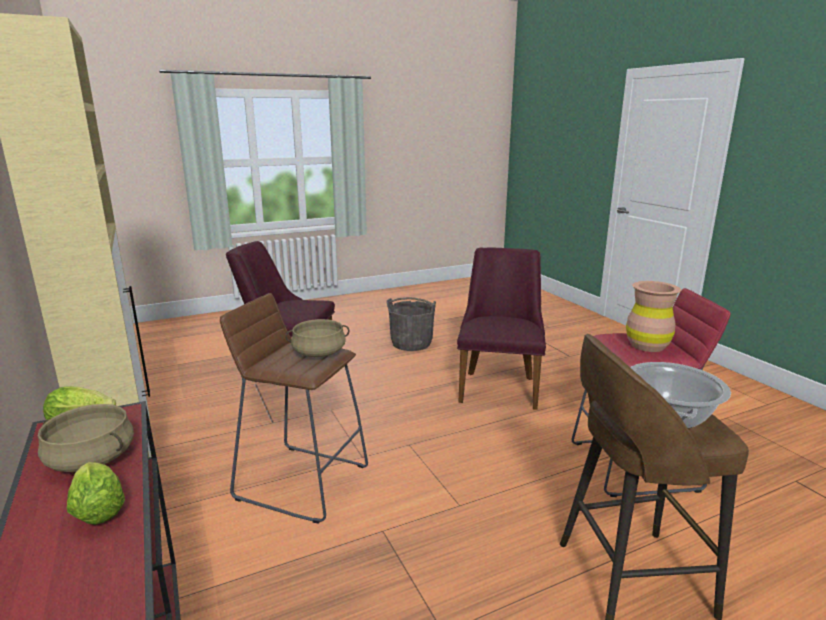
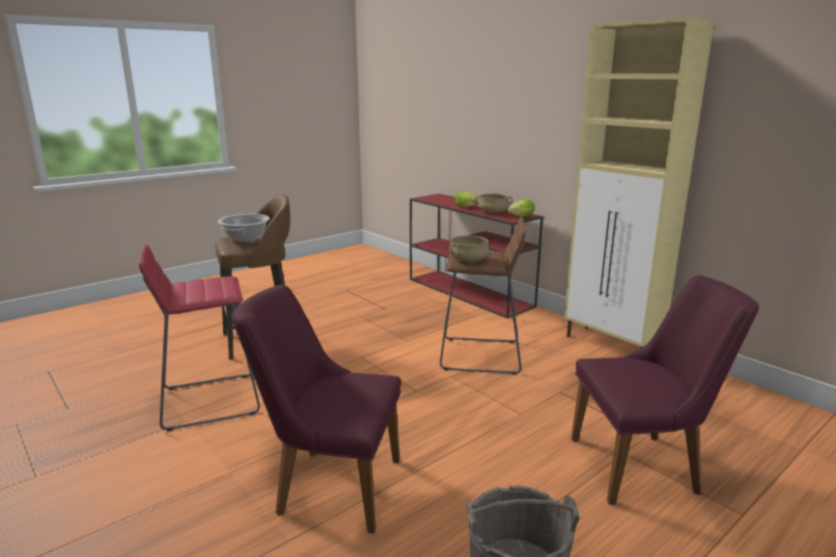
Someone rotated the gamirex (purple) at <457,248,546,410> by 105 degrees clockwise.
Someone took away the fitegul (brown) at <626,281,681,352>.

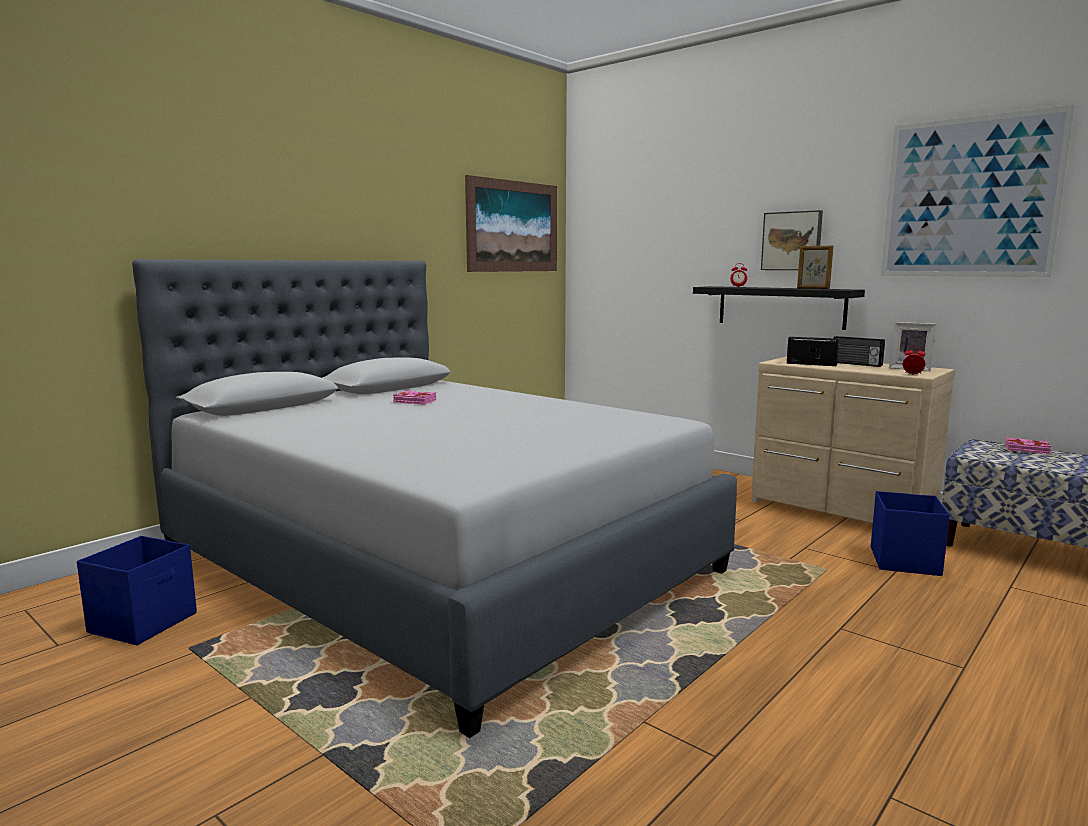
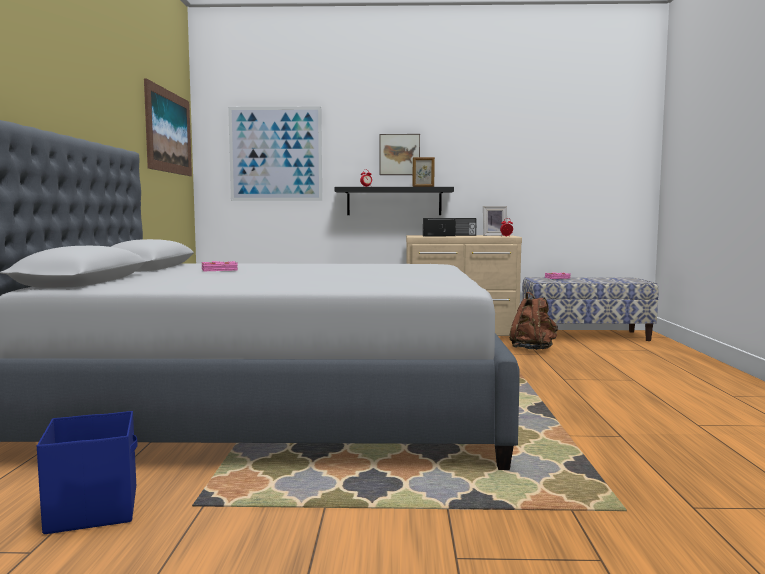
Someone swapped the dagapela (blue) at <871,491,950,576> for the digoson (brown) at <509,292,558,350>.
Someone carried the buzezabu from <881,105,1075,277> to <228,107,322,201>.

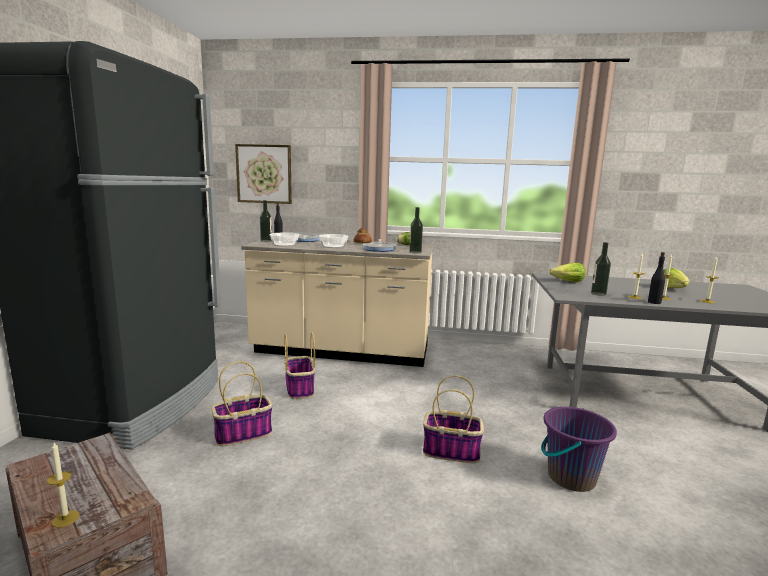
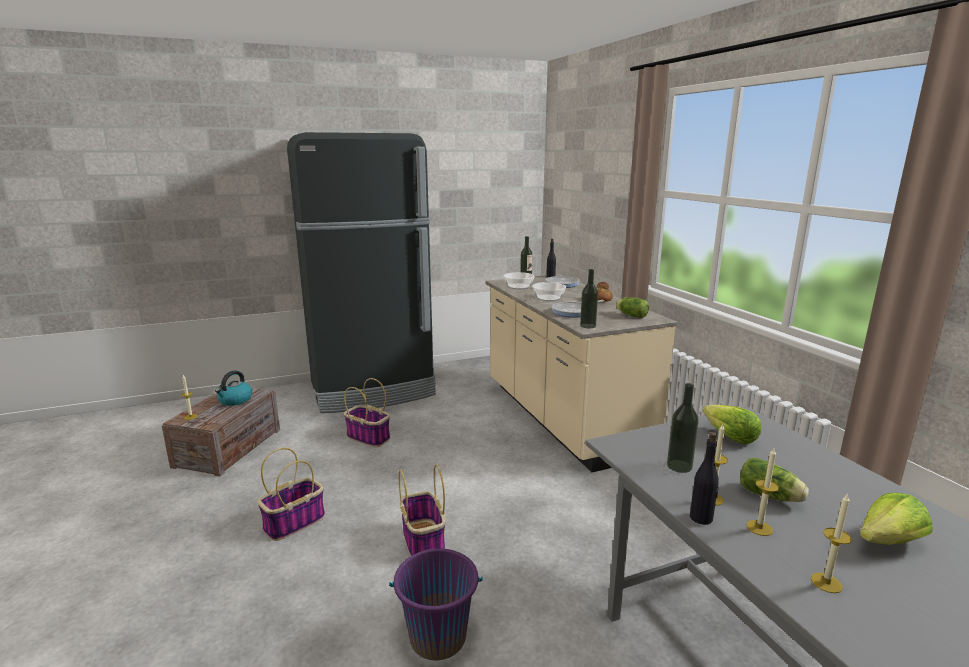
Someone took away the buzezabu at <235,144,292,204>.
Someone carried the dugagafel from <284,332,315,399> to <257,448,325,541>.
Someone put down the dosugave at <215,371,252,406>.
Someone put down the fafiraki at <740,458,809,502>.

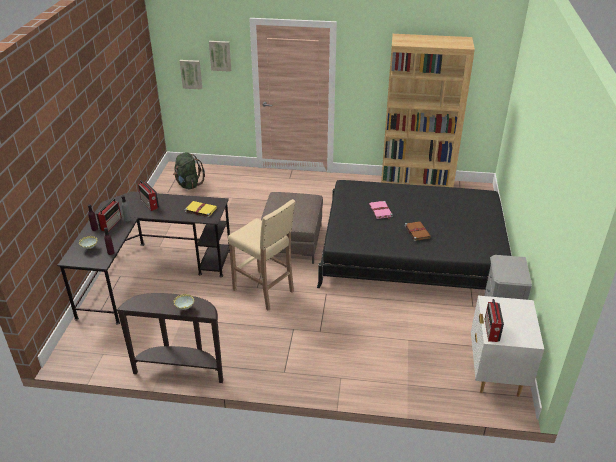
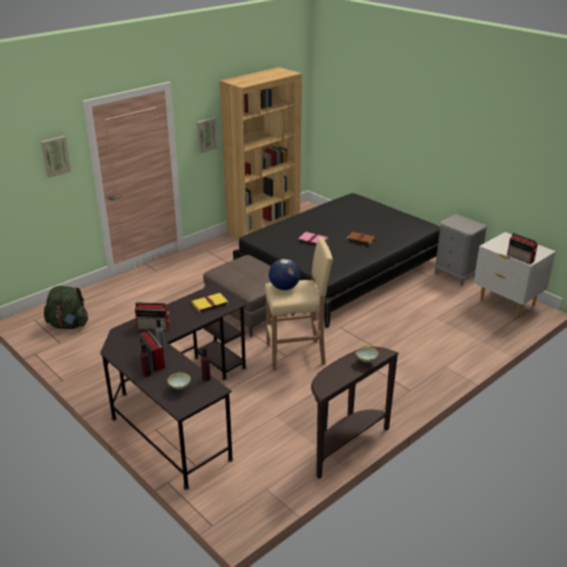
Someone carried the buzezabu from <180,60,202,90> to <197,117,217,153>.
Someone put down the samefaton at <269,258,300,290>.

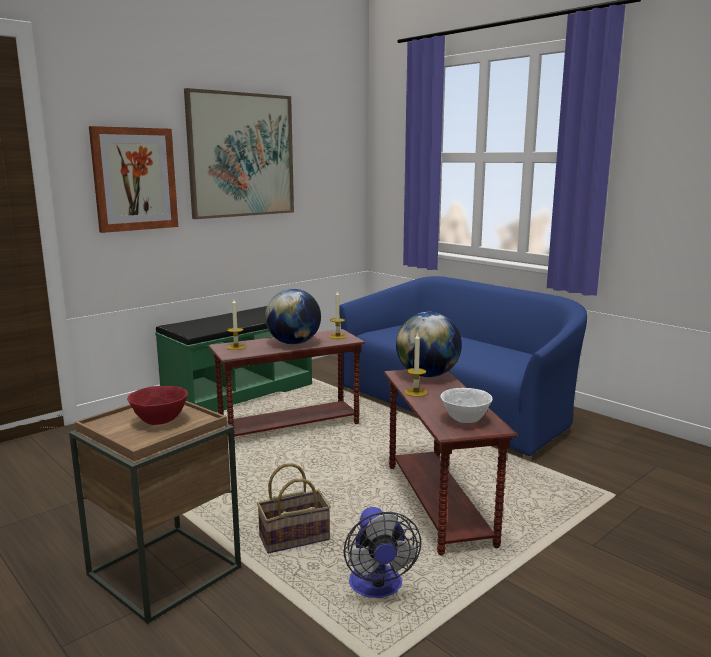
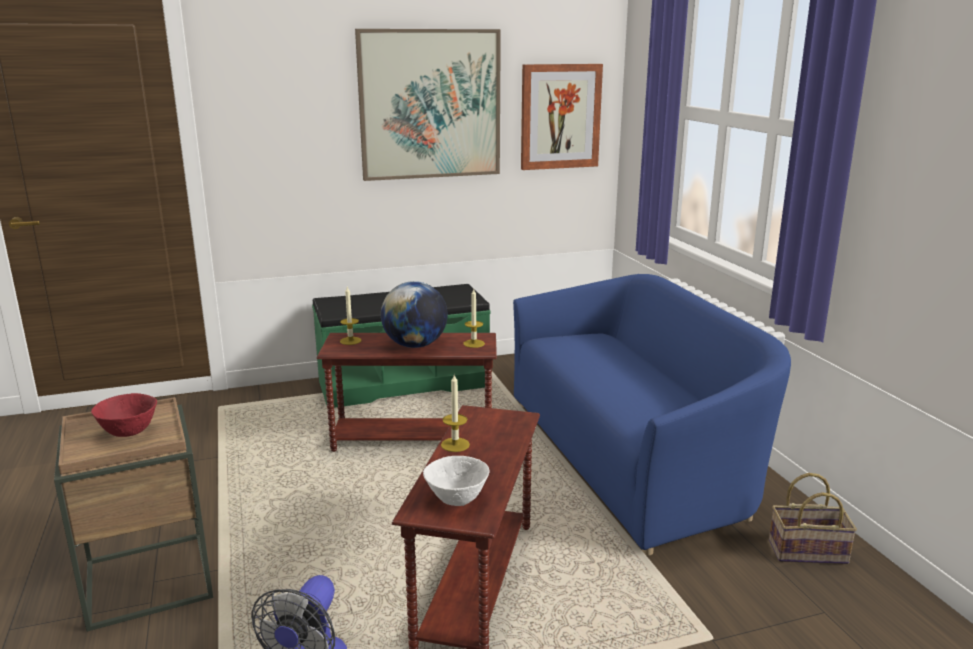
Someone carried the buzezabu from <89,126,178,233> to <521,64,603,170>.
Someone carried the dugagafel from <257,463,331,553> to <769,473,857,564>.
Someone took away the samefaton at <396,312,462,377>.

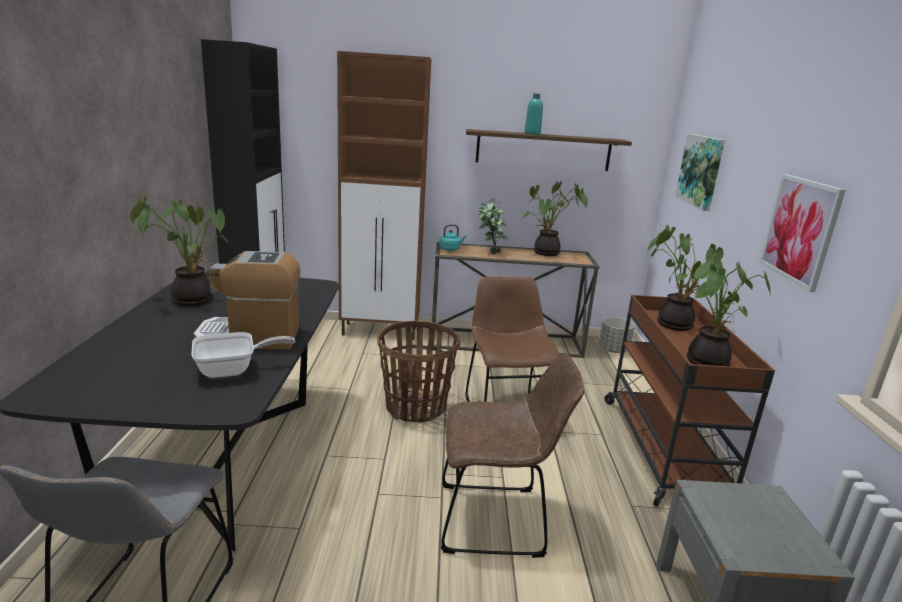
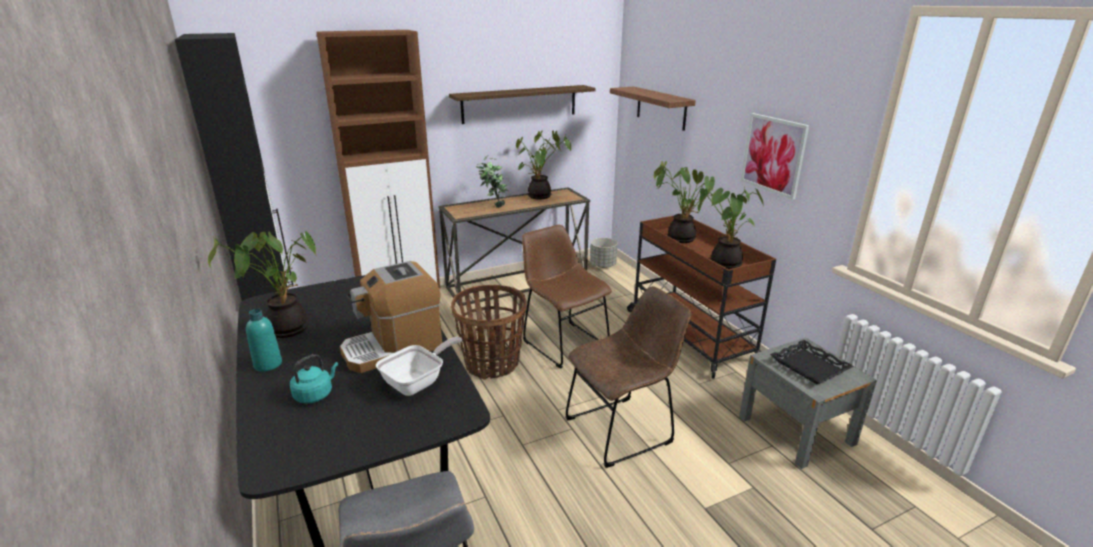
Someone carried the dosugave (turquoise) from <439,224,466,251> to <290,354,338,404>.
Someone carried the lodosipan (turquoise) from <524,93,543,135> to <246,309,282,372>.
Someone swapped the buzezabu at <675,134,725,211> for the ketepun at <610,87,696,131>.
Someone put down the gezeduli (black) at <770,340,854,384>.

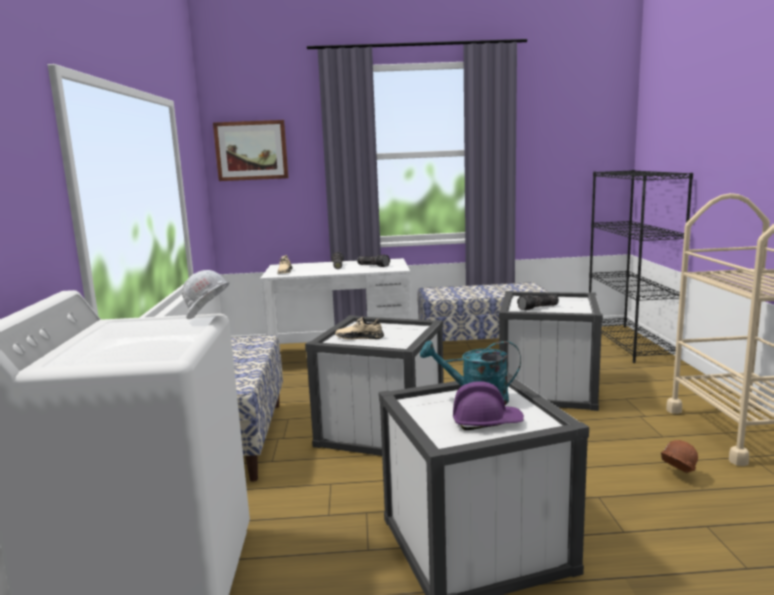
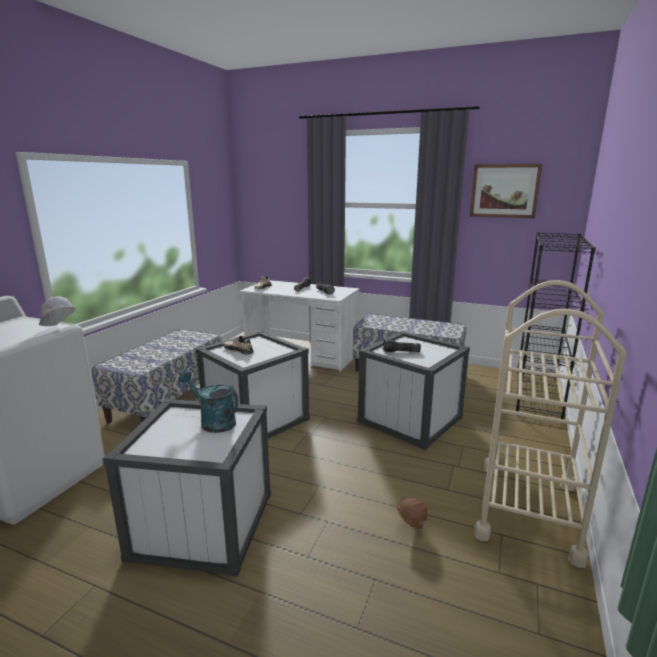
Someone carried the buzezabu from <213,120,288,181> to <470,164,542,218>.
Someone took away the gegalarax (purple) at <453,381,524,430>.

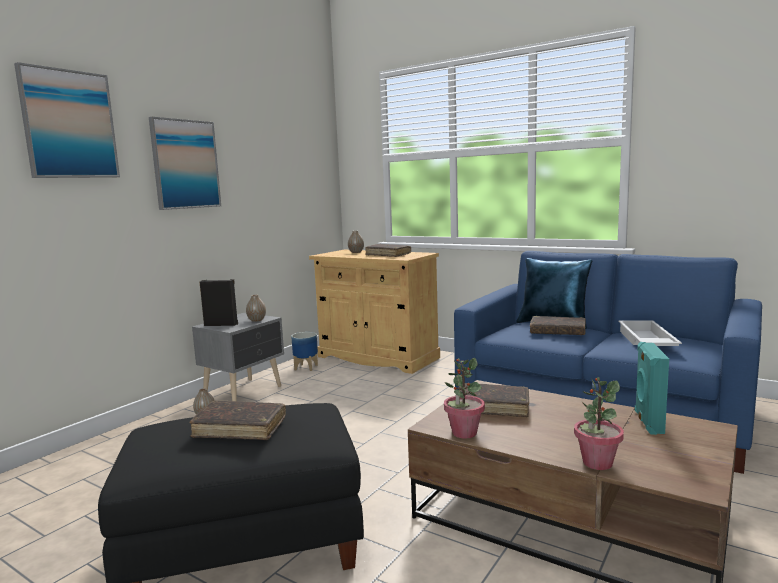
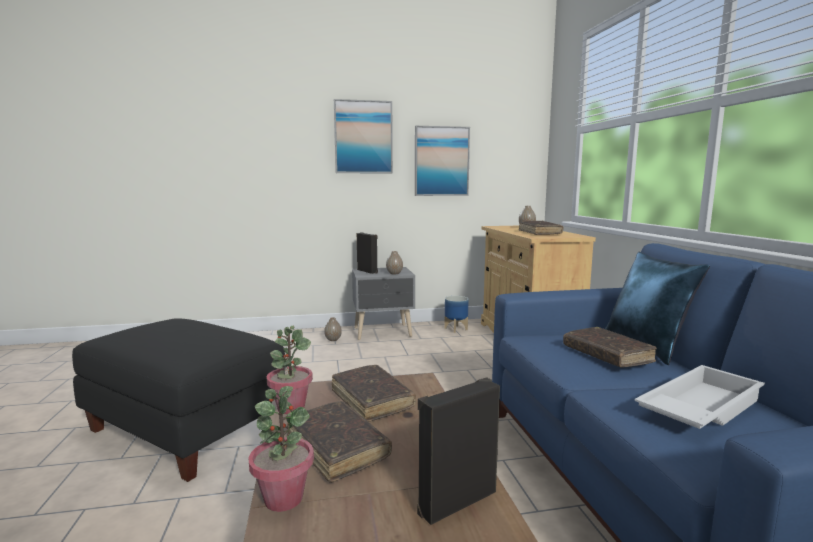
Someone carried the buzezabu from <14,62,120,178> to <415,126,470,196>.
Someone carried the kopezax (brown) from <190,401,286,440> to <287,401,392,483>.
Someone repainted the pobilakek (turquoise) at <635,342,669,435>, which became the pobilakek (black) at <417,377,500,525>.

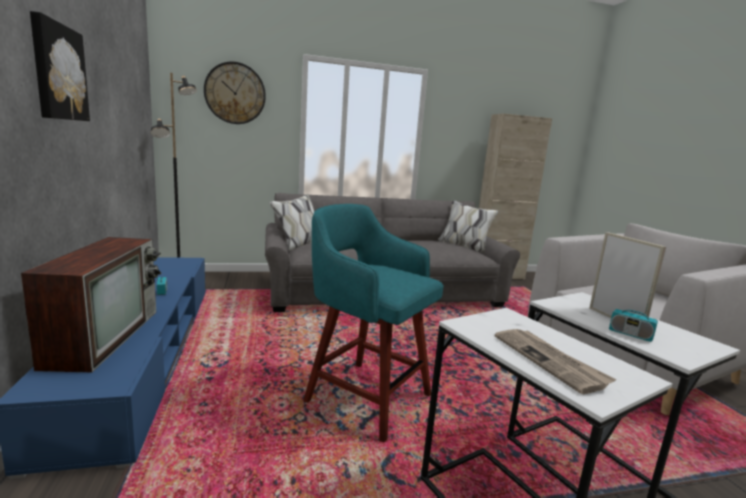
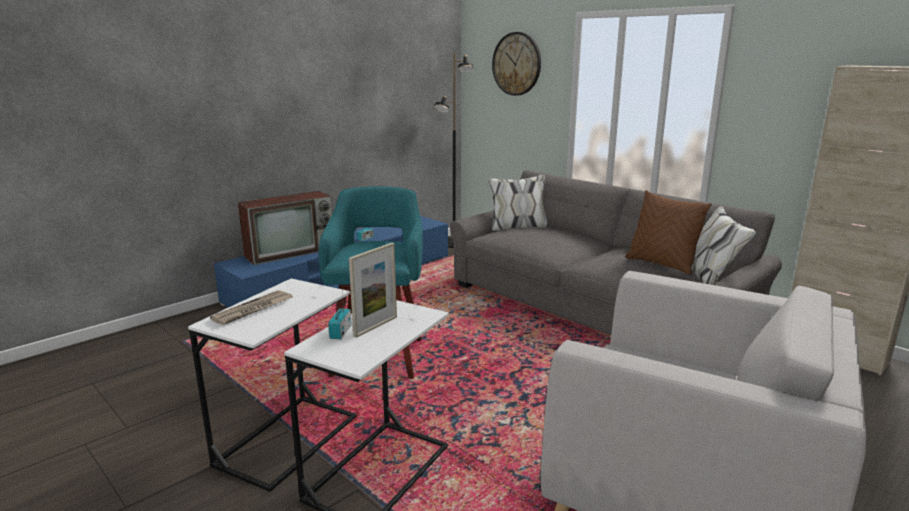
Someone took away the buzezabu at <30,11,90,121>.
Someone put down the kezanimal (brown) at <625,190,712,274>.

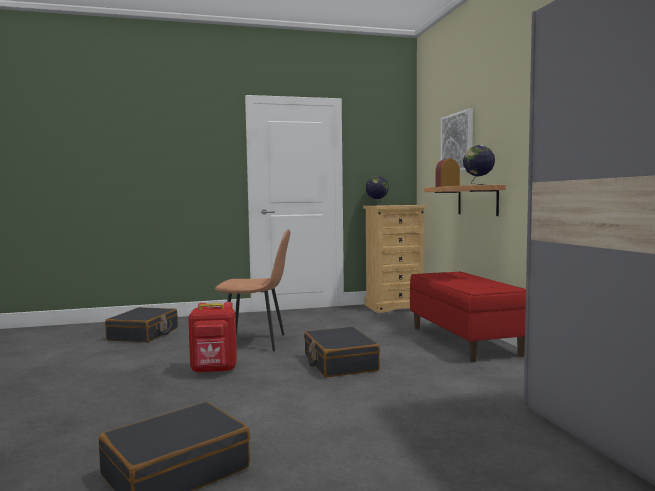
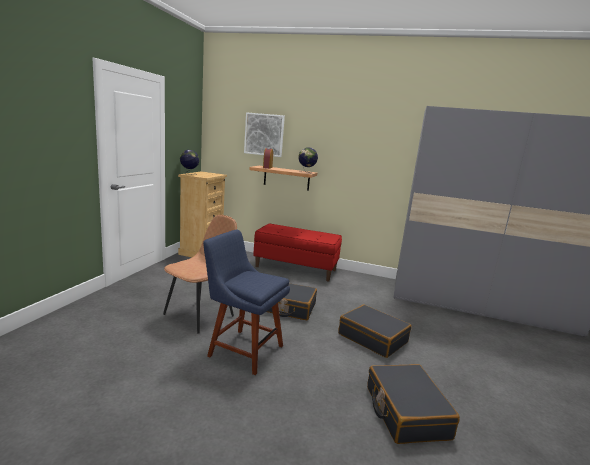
Someone carried the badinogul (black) from <105,307,178,343> to <338,305,412,358>.
Someone swapped the digoson (red) at <188,302,237,373> for the gamirex (blue) at <203,230,290,375>.

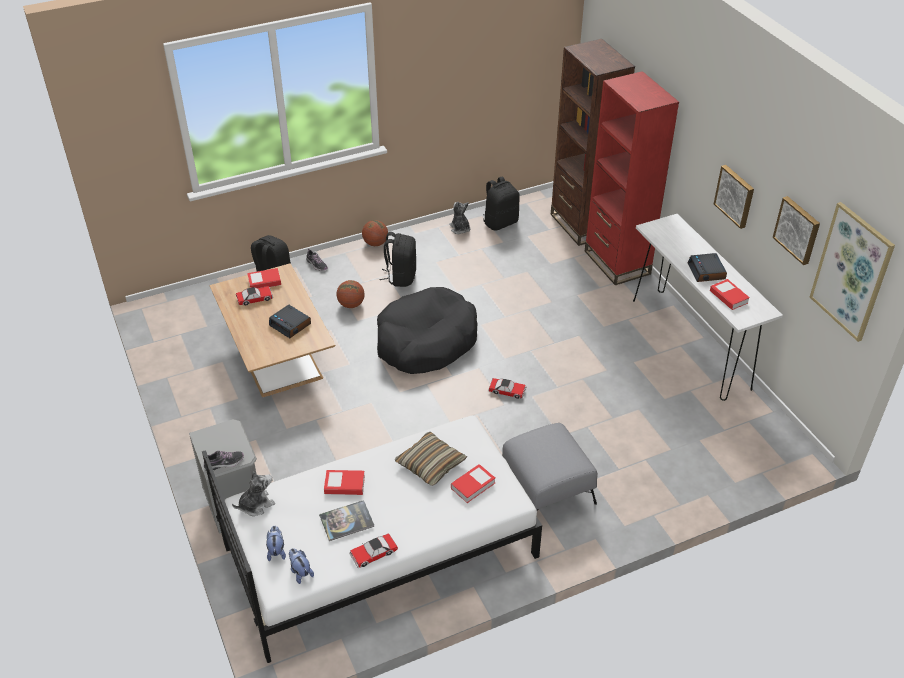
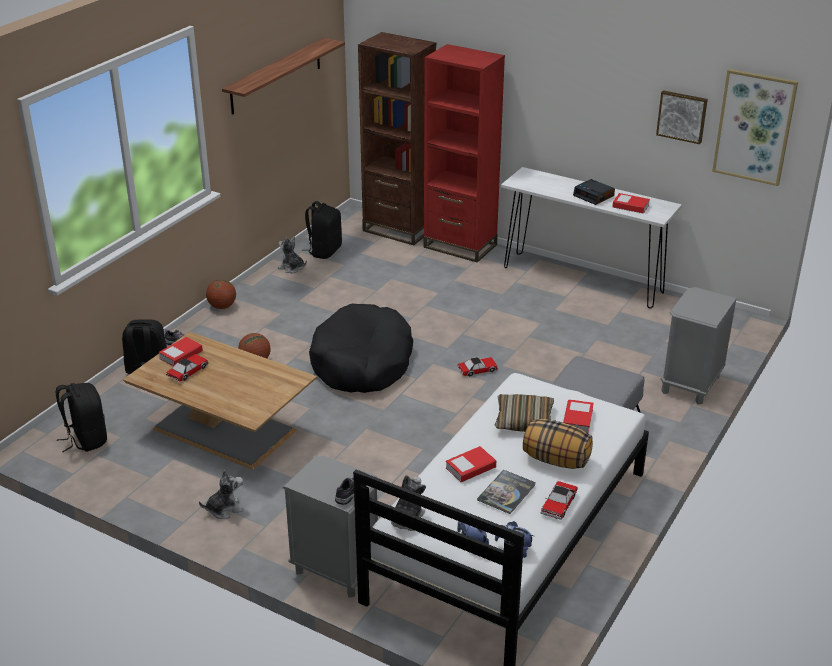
Someone took away the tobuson at <269,305,311,338>.
Someone carried the digoson (black) from <380,232,416,287> to <56,383,107,452>.
Someone took away the buzezabu at <714,165,754,229>.
Someone put down the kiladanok at <199,470,244,519>.
Someone put up the ketepun at <222,38,345,115>.
Someone put down the kezanimal at <523,419,593,469>.
Someone put down the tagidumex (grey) at <661,287,737,404>.

